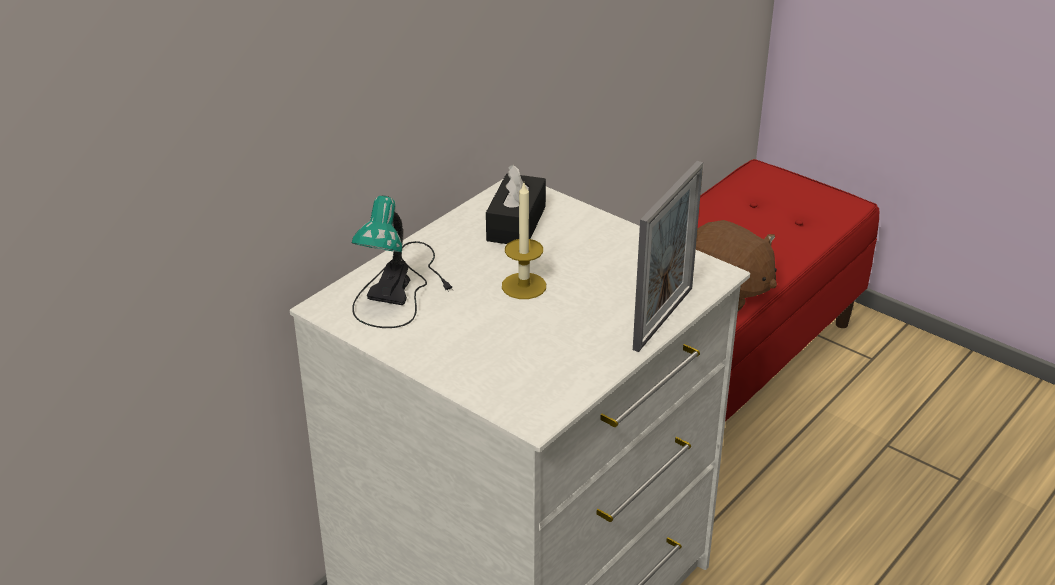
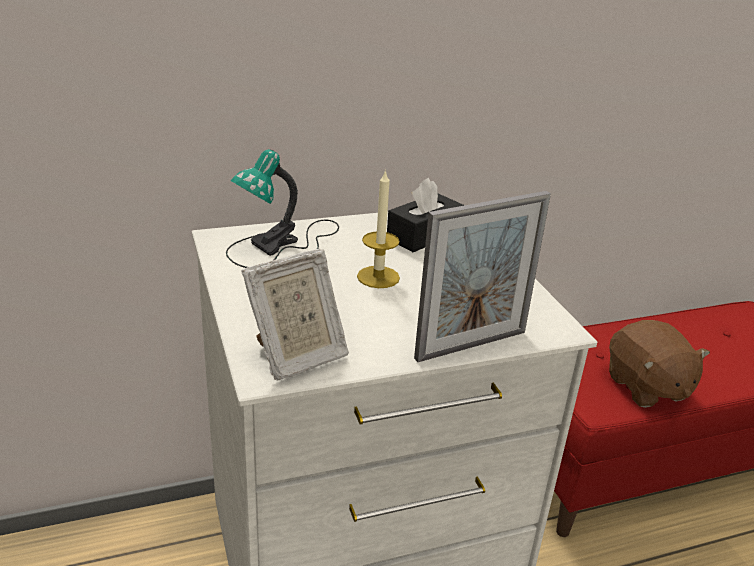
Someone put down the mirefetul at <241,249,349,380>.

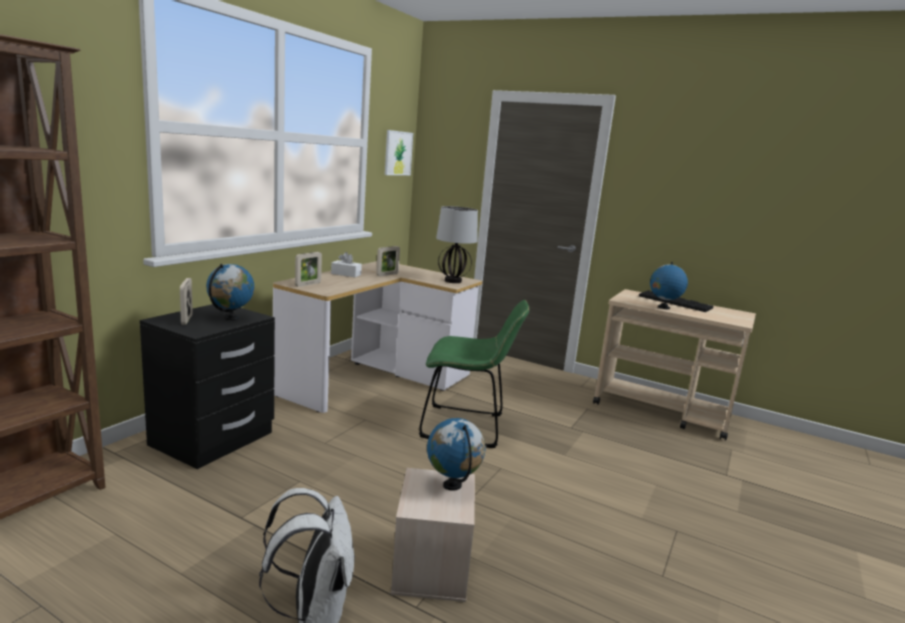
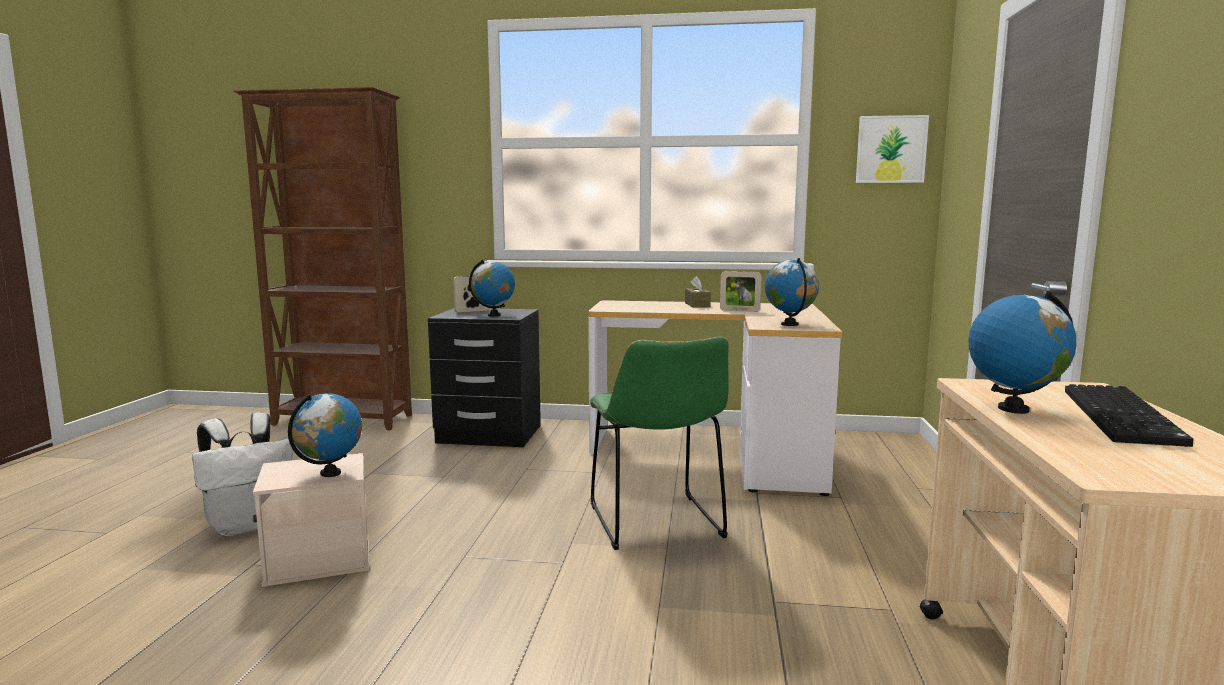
Someone took away the mirefetul at <295,252,322,287>.
Someone repainted the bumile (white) at <331,252,362,277>, which became the bumile (brown) at <685,276,711,308>.
Someone swapped the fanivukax at <436,206,478,283> for the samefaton at <765,258,819,326>.

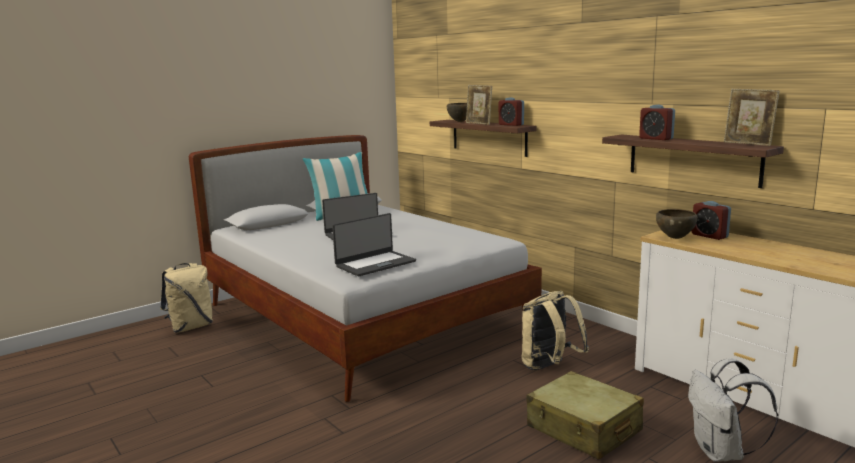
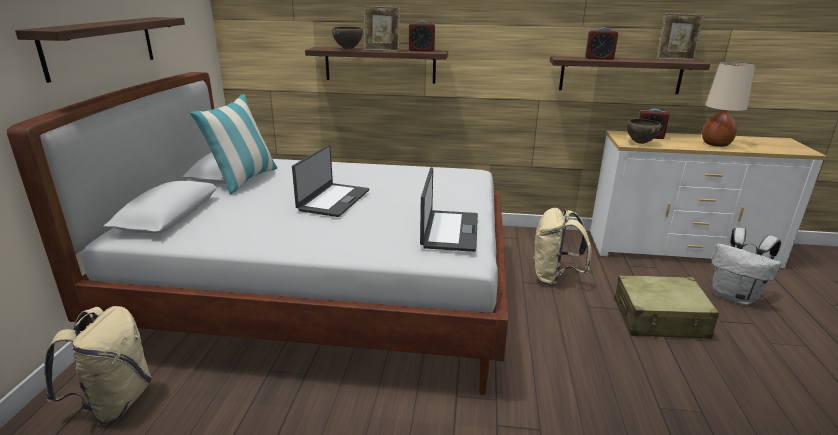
Someone put up the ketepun at <15,17,185,83>.
Someone put down the fanivukax (beige) at <702,62,755,147>.

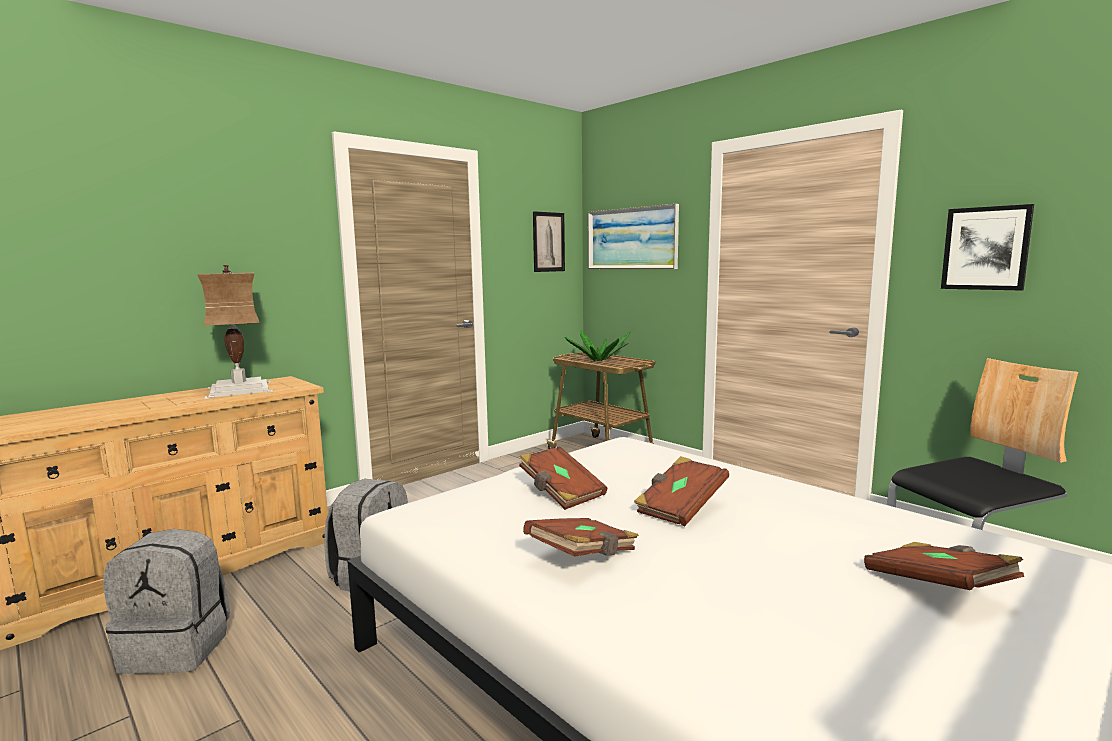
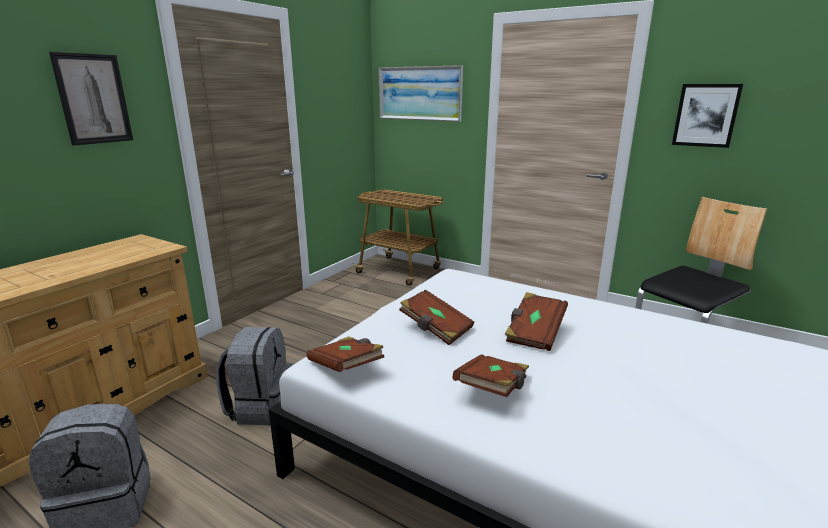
Someone took away the fanivukax at <197,265,273,399>.
Someone carried the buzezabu from <533,211,565,272> to <49,52,133,145>.
Someone took away the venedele at <565,331,630,361>.
Someone carried the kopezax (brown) from <864,542,1024,590> to <306,336,384,372>.

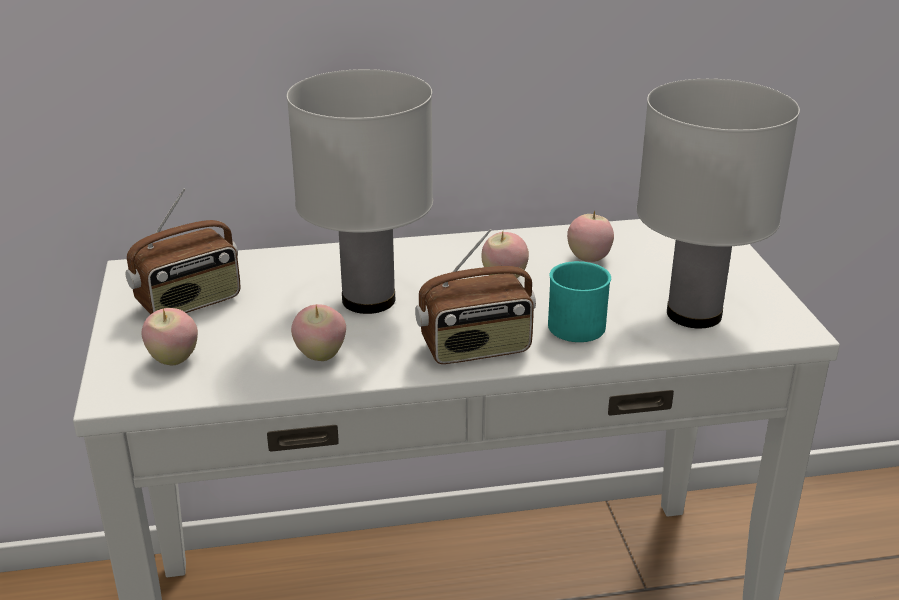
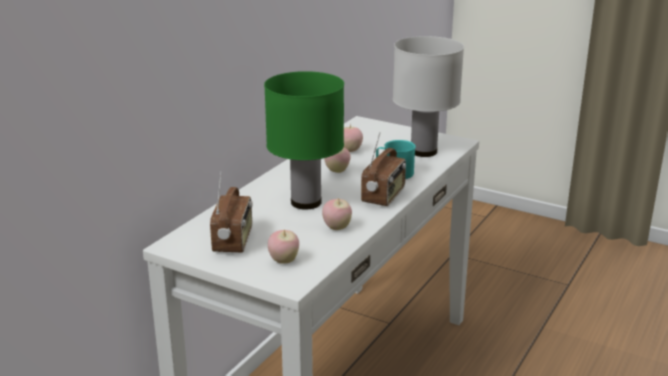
Someone repainted the fanivukax (white) at <287,69,433,314>, which became the fanivukax (green) at <264,71,344,209>.

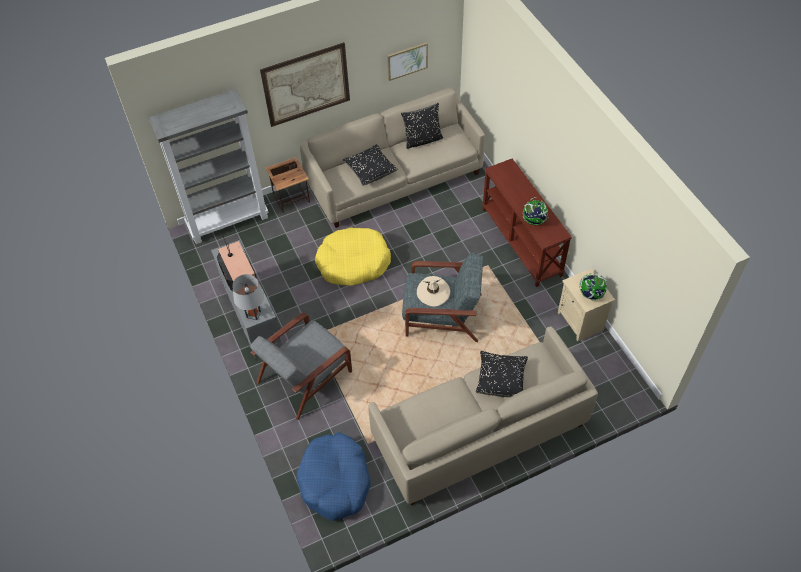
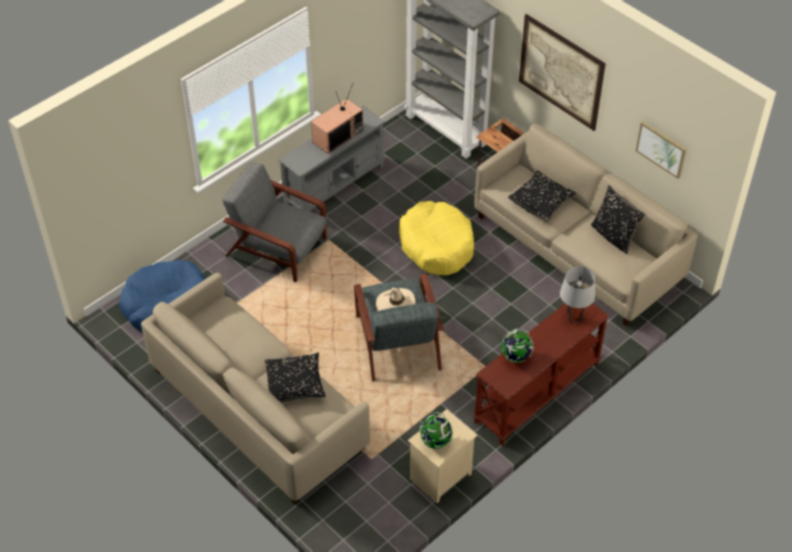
Someone carried the fanivukax (grey) from <232,274,264,320> to <560,266,595,322>.

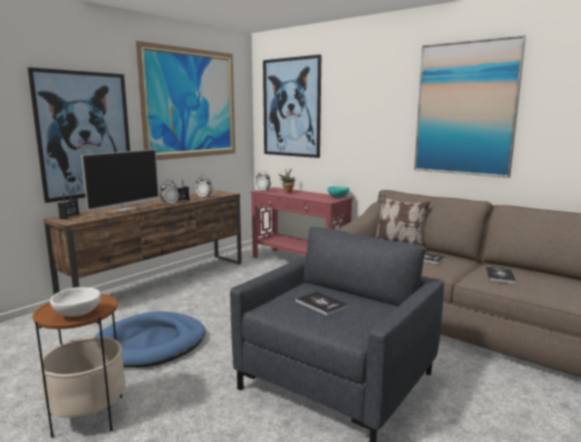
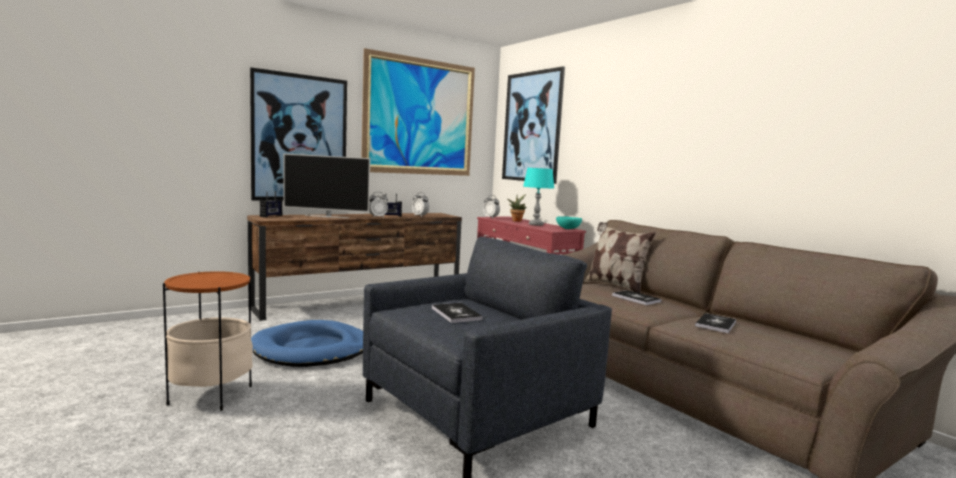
Someone took away the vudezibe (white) at <50,287,101,317>.
Someone rotated the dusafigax at <81,149,159,214> by 45 degrees clockwise.
Someone took away the buzezabu at <414,35,526,178>.
Someone put down the fanivukax (turquoise) at <523,168,554,226>.

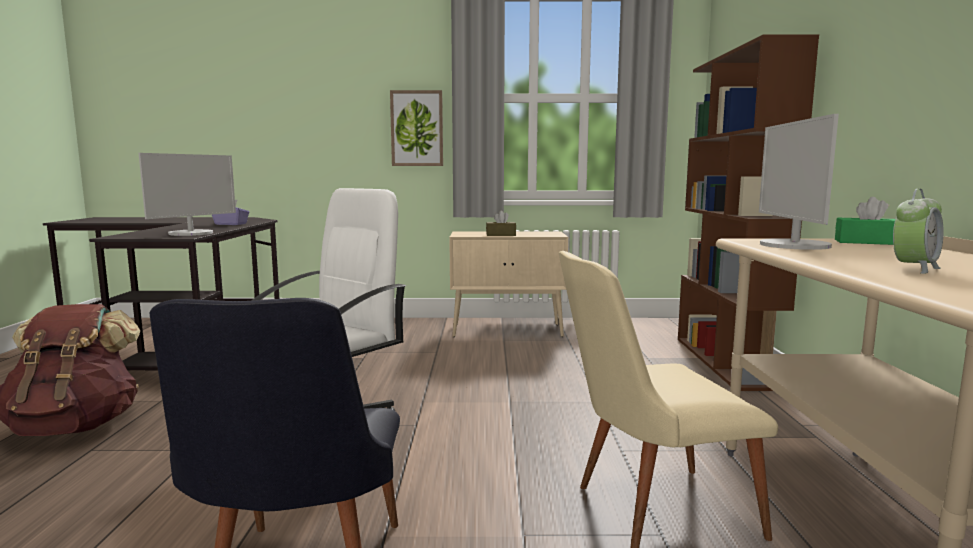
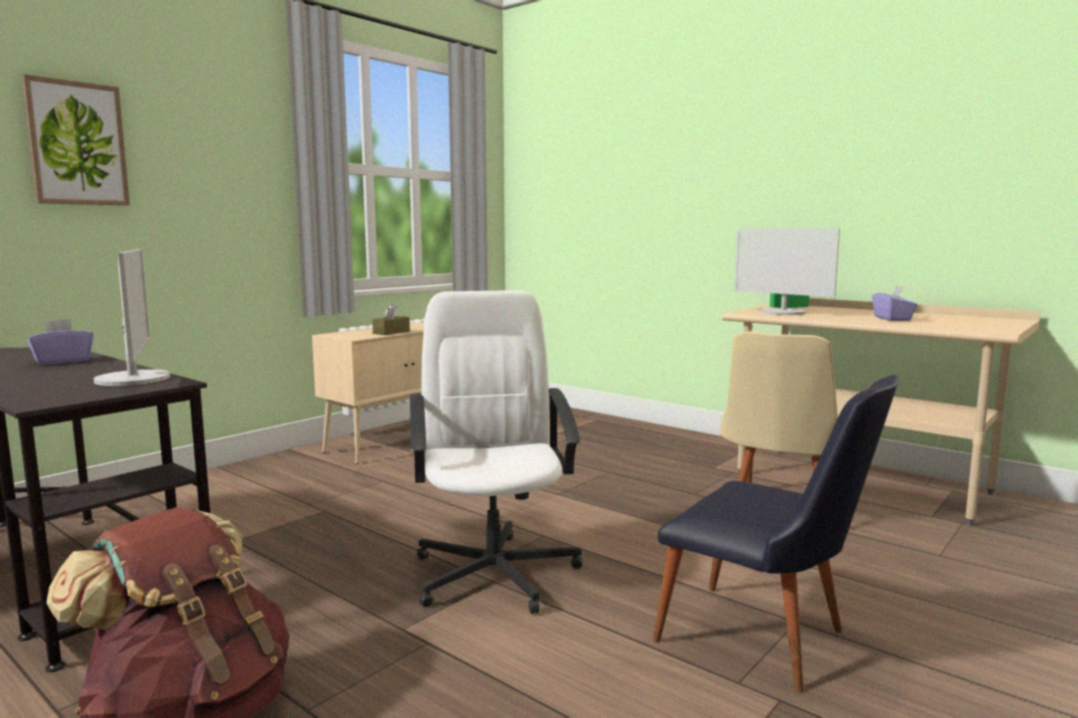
Someone carried the buzezabu from <390,90,443,166> to <22,74,130,206>.
Someone took away the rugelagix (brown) at <678,35,819,391>.
Someone swapped the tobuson at <893,189,944,274> for the bumile (purple) at <872,286,917,321>.

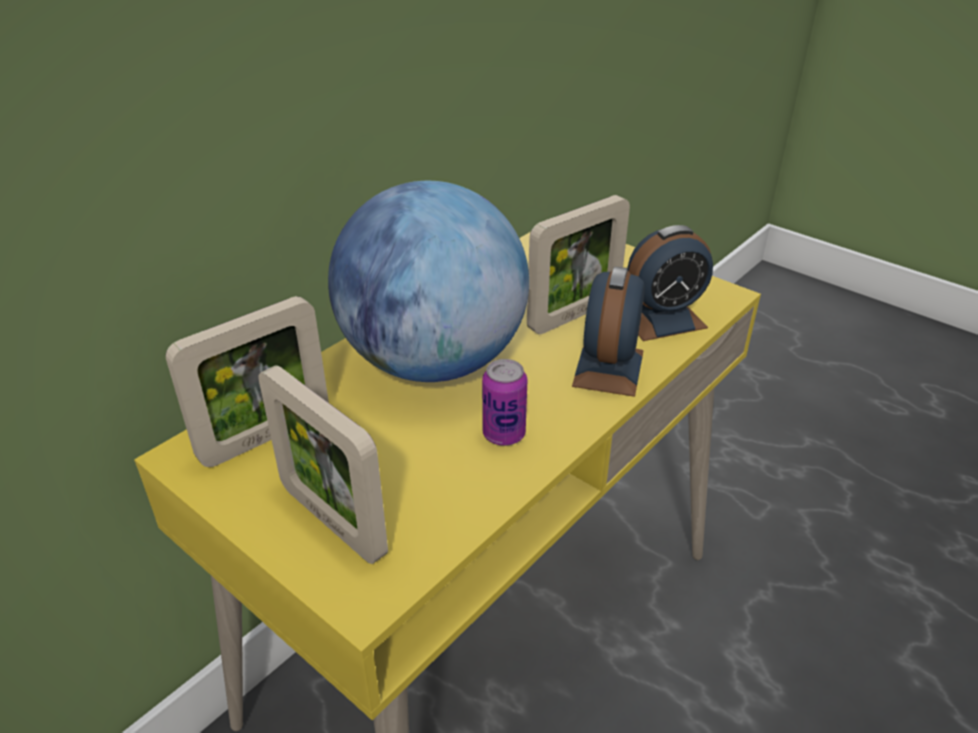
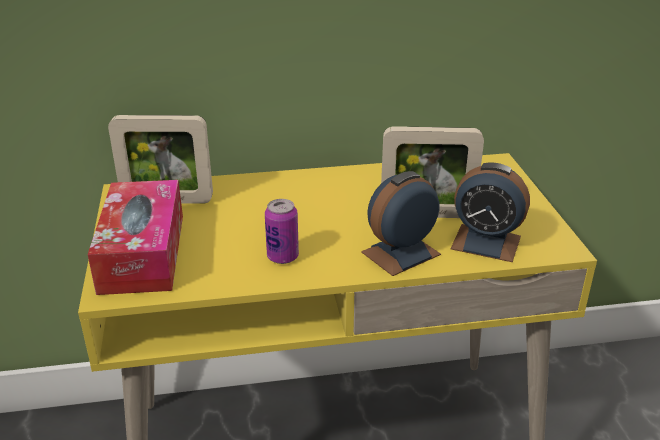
Someone swapped the mirefetul at <258,365,388,564> for the bumile at <88,180,183,295>.
Someone took away the samefaton at <328,181,529,382>.

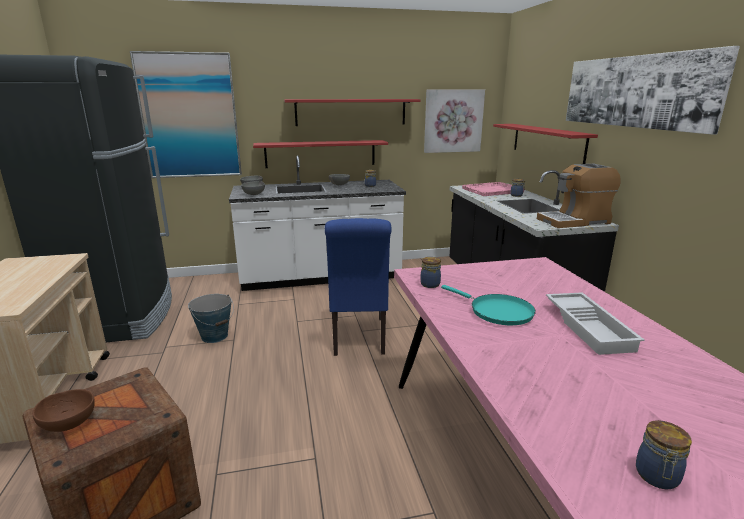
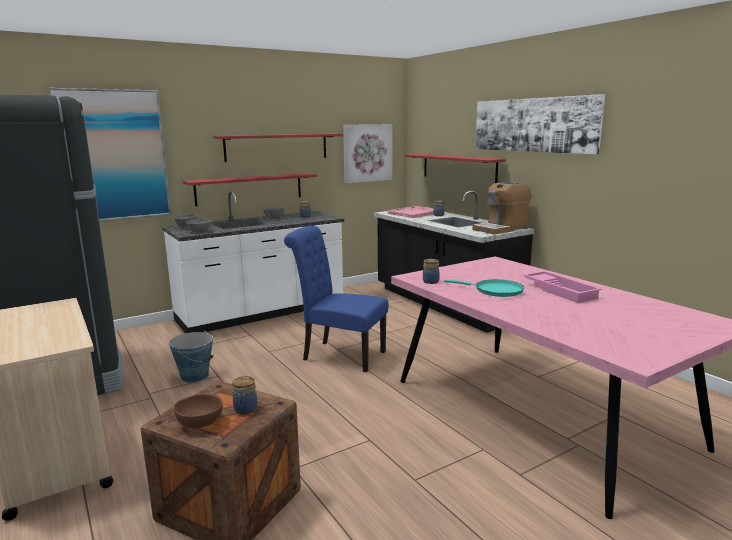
Someone rotated the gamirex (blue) at <325,218,392,356> by 135 degrees clockwise.
Someone repainted the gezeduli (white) at <546,293,645,355>, which became the gezeduli (pink) at <523,271,602,303>.
Someone carried the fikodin from <636,420,692,490> to <232,376,257,414>.

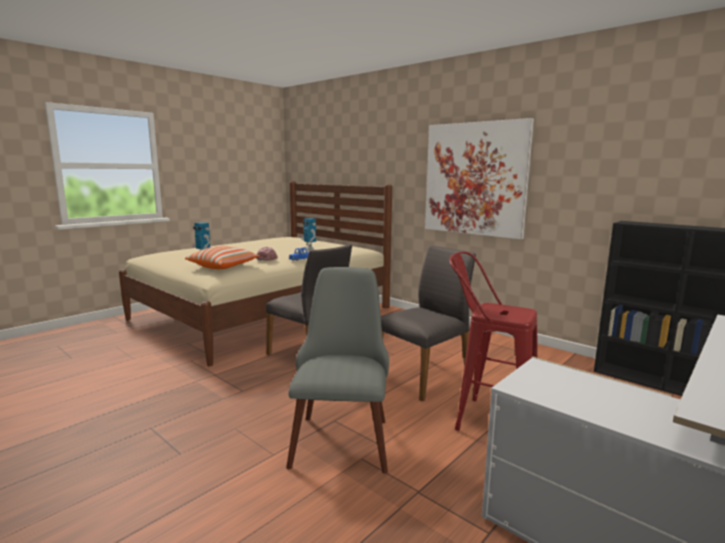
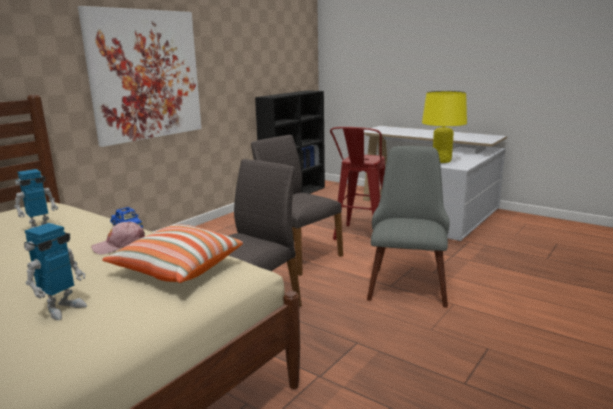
Someone rotated the gamirex (grey) at <286,267,389,474> by 105 degrees clockwise.
Someone put down the fanivukax (yellow) at <422,91,467,163>.

